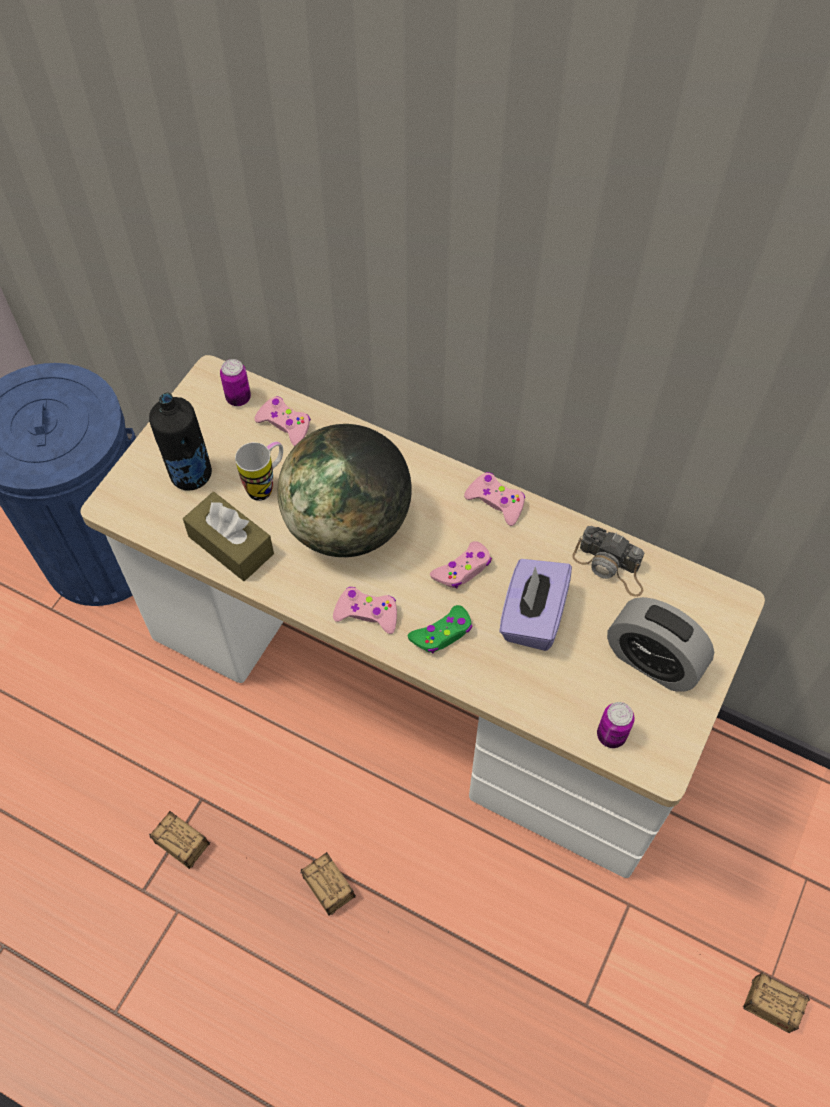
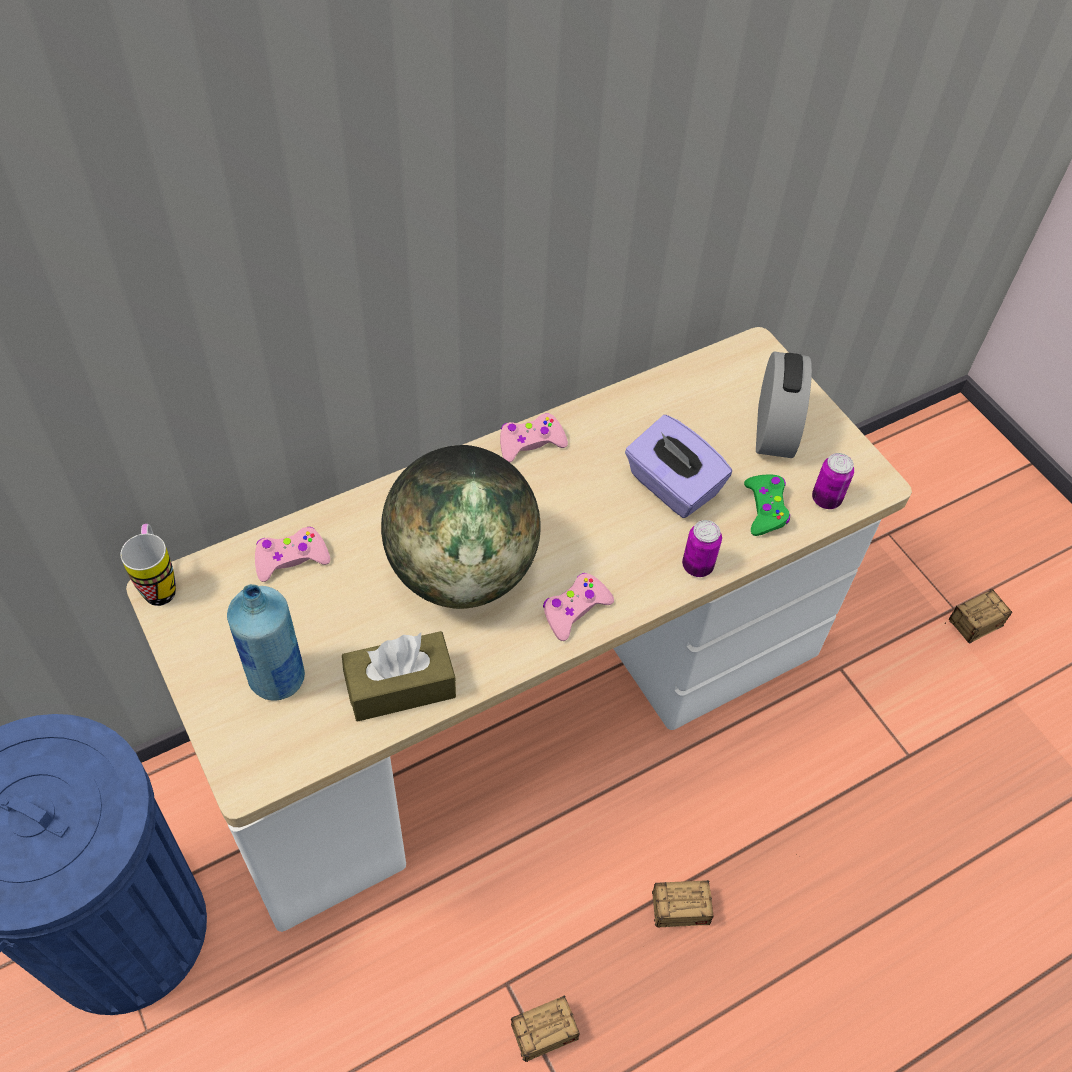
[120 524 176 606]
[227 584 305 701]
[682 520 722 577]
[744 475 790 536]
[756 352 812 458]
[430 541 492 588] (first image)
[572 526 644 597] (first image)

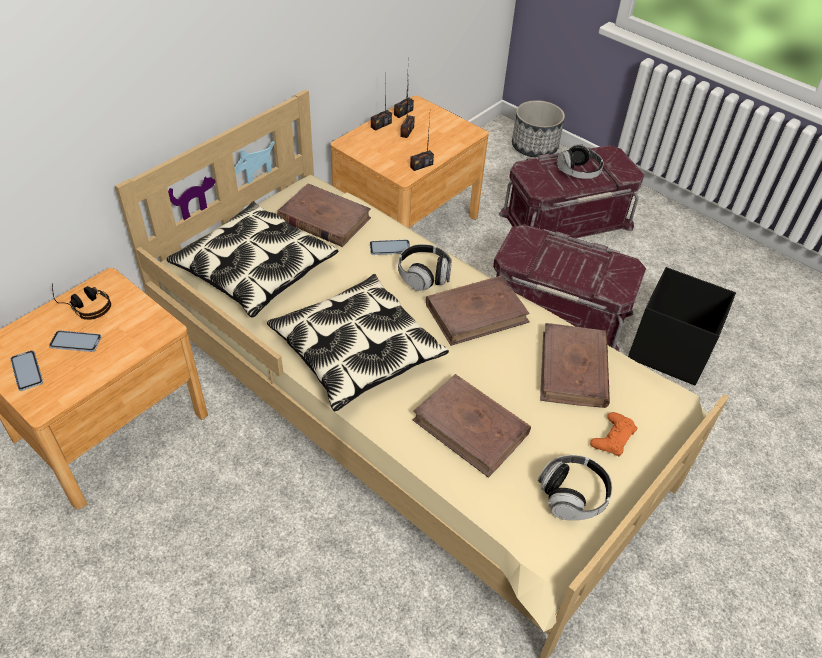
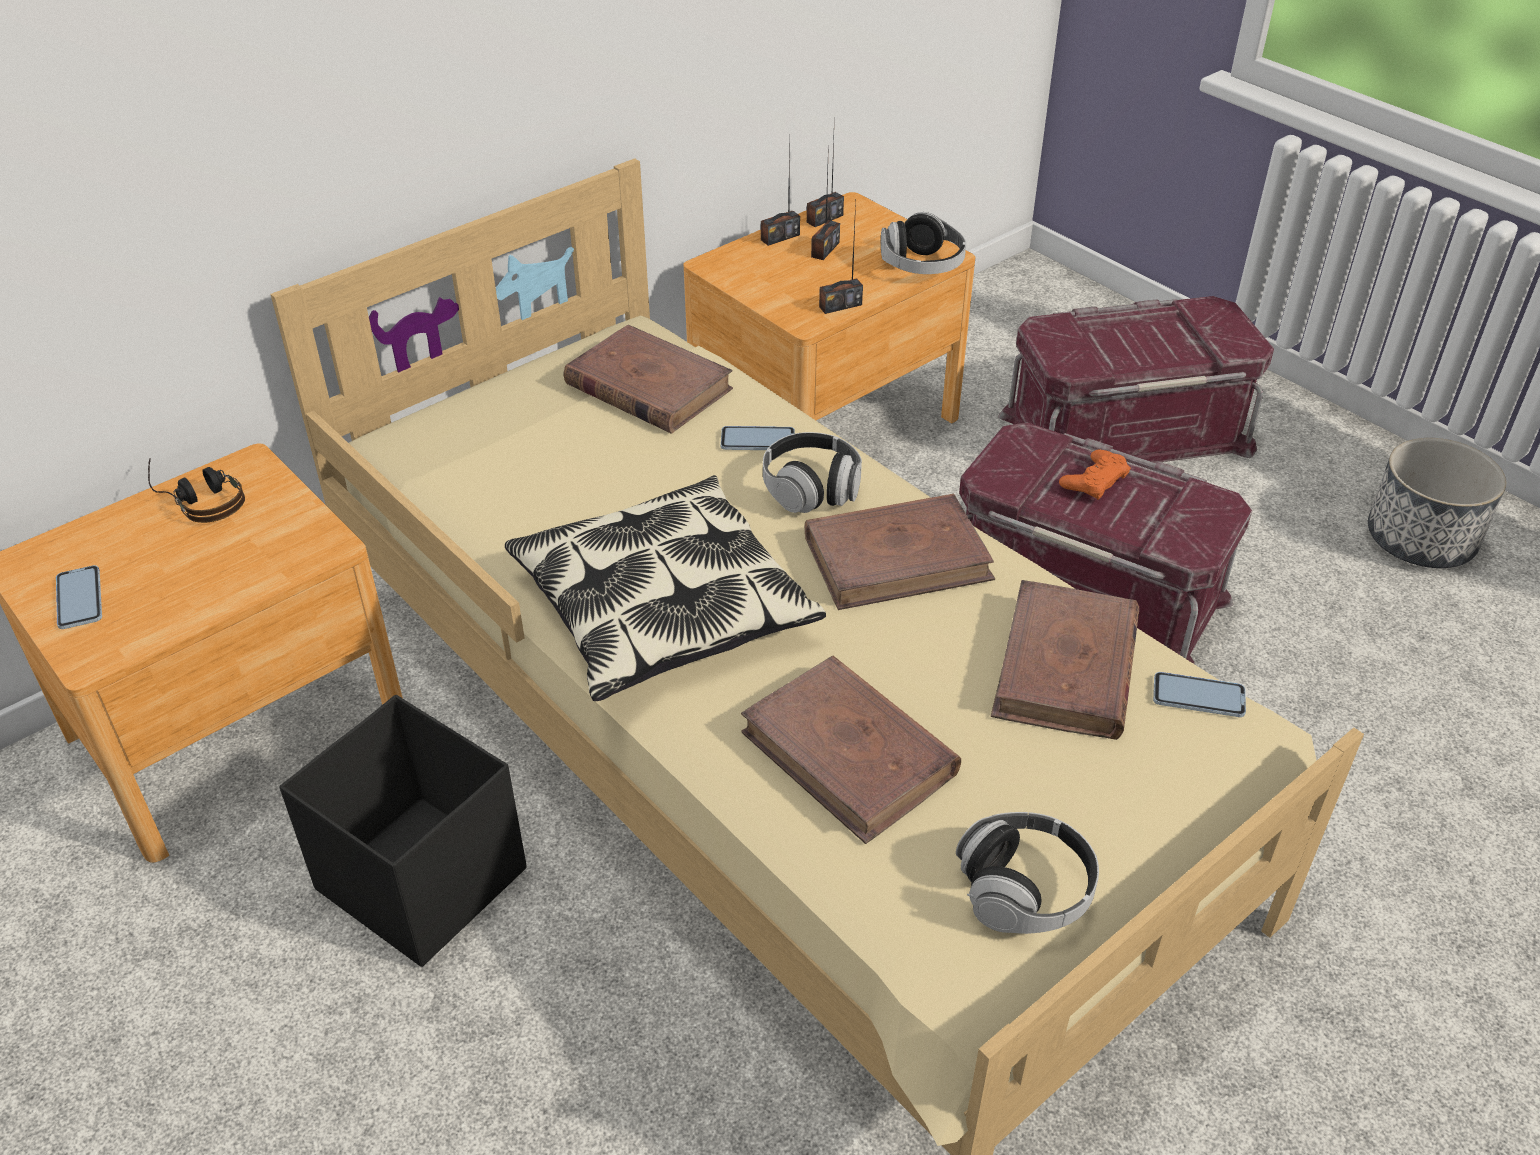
[279 695 526 967]
[881 212 966 274]
[1059 450 1131 500]
[1153 672 1246 717]
[1368 438 1506 568]
[167 201 339 318] (first image)

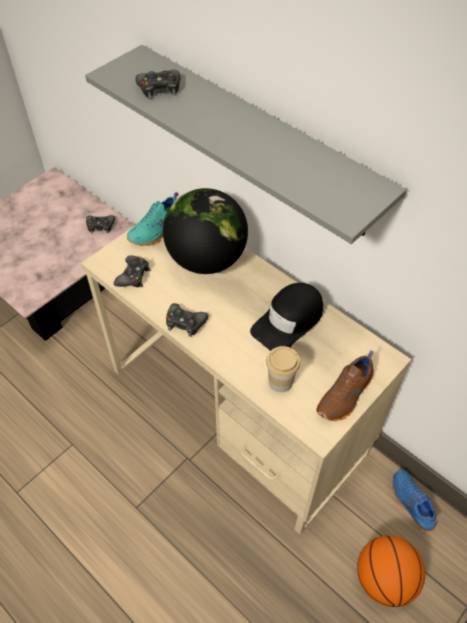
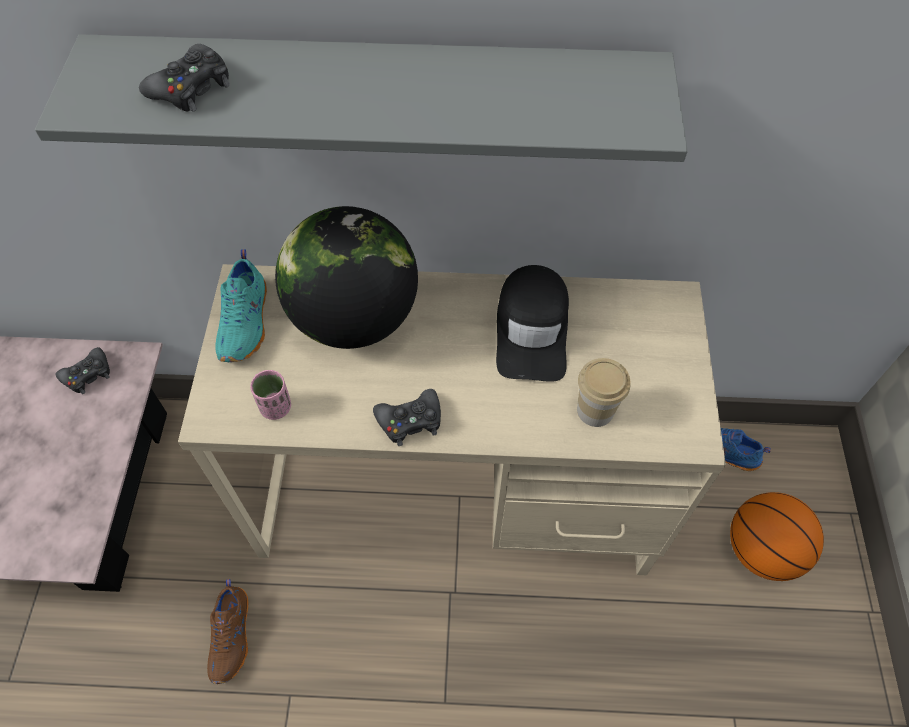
[207 579 249 684]
[250 370 291 420]

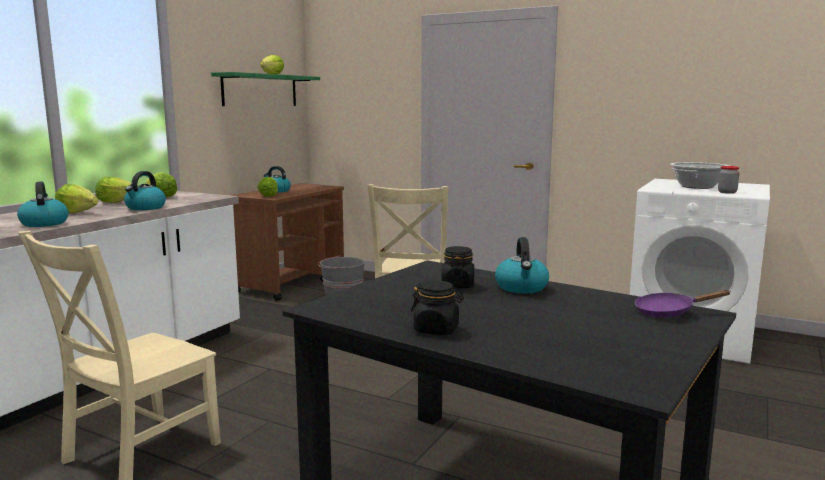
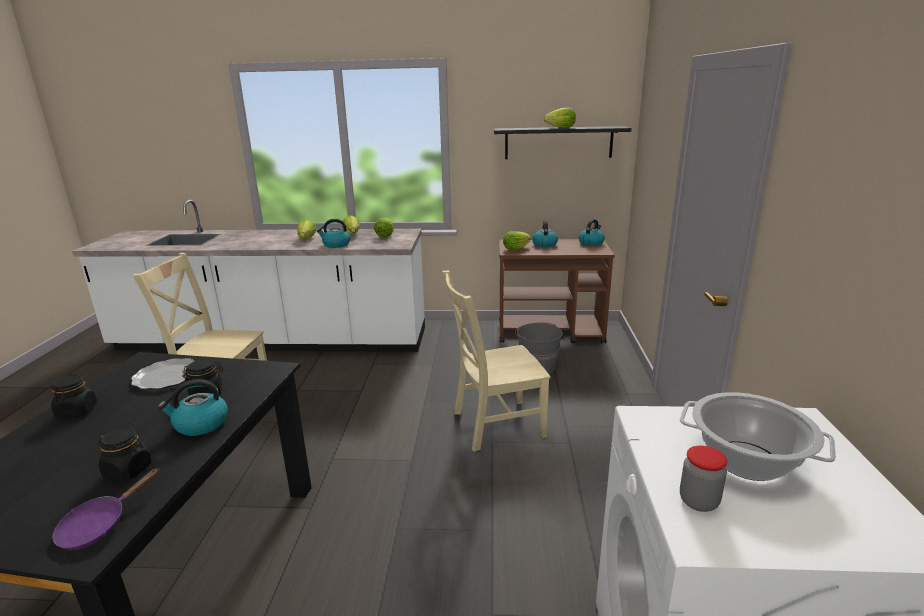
[52 468 159 550]
[99 427 152 482]
[131 358 194 390]
[494 126 632 159]
[579 219 605 246]

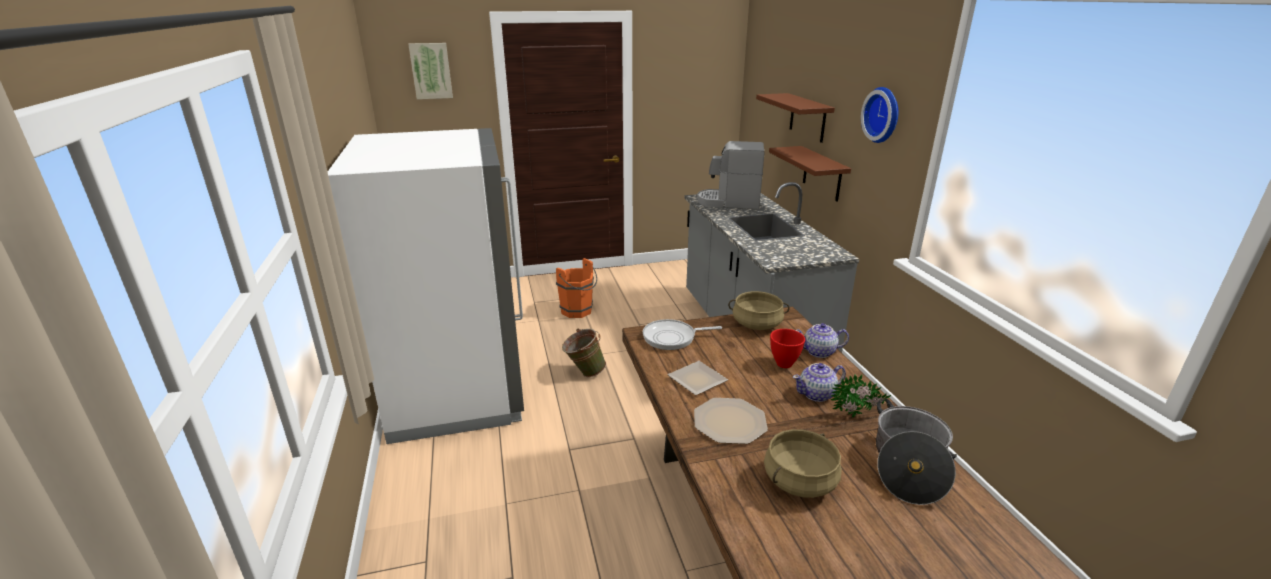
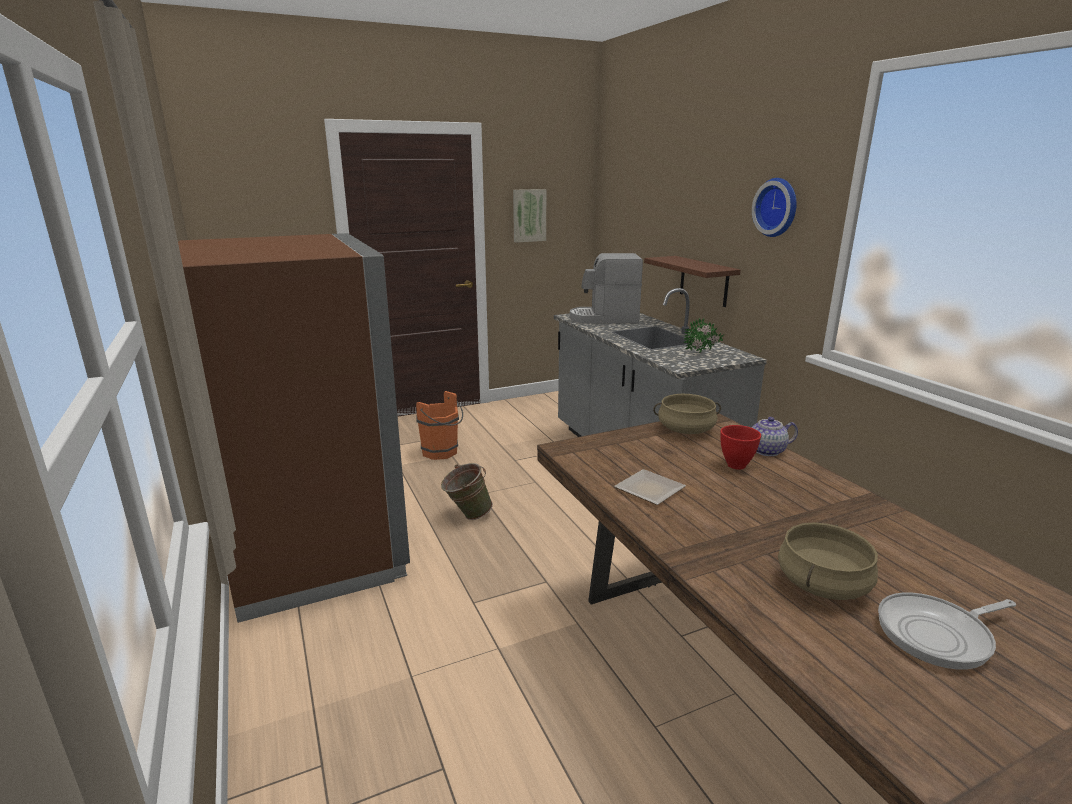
[178 233 410 623]
[513 189 546 243]
[683 318 724 353]
[878 592 1016 670]
[694 398 768 444] (first image)
[756 93 835 143] (first image)
[793 363 846 402] (first image)
[876 399 957 505] (first image)

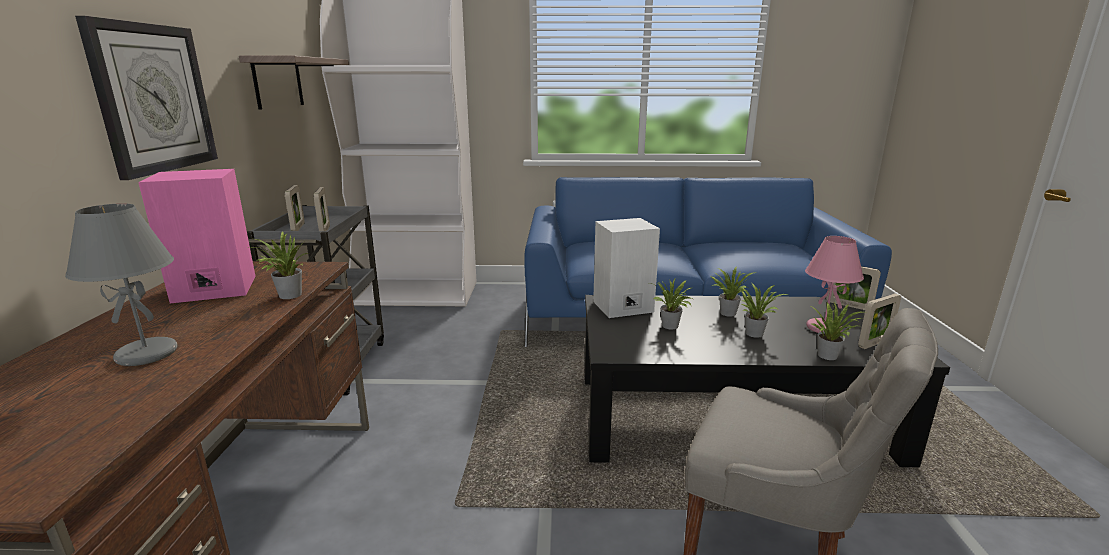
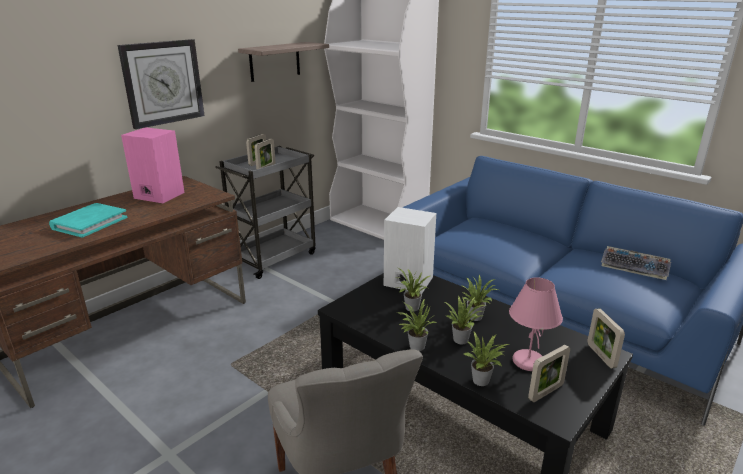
[49 203 128 238]
[399 298 436 351]
[528 345 570 402]
[601 246 671 280]

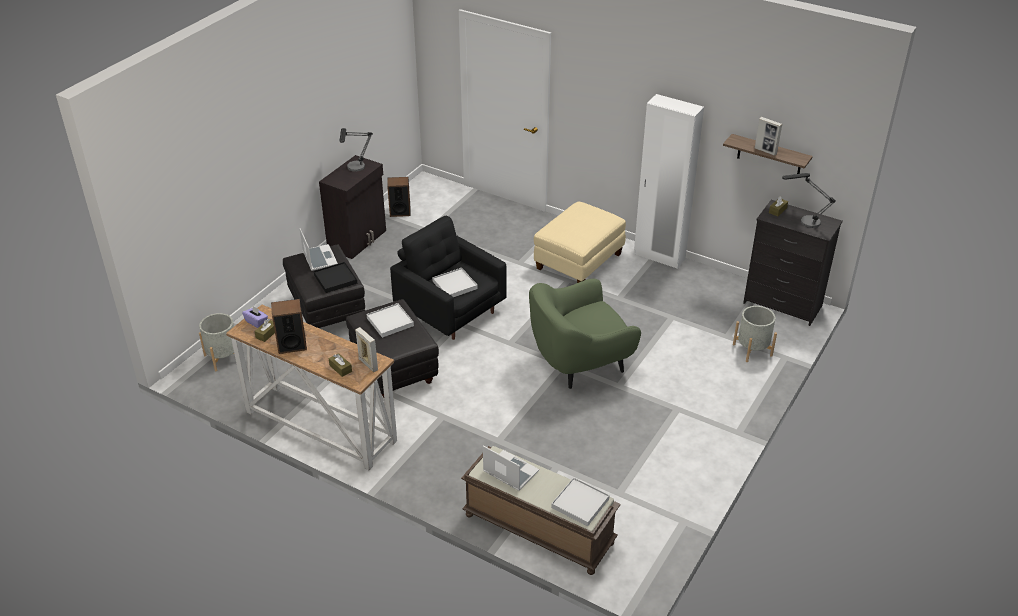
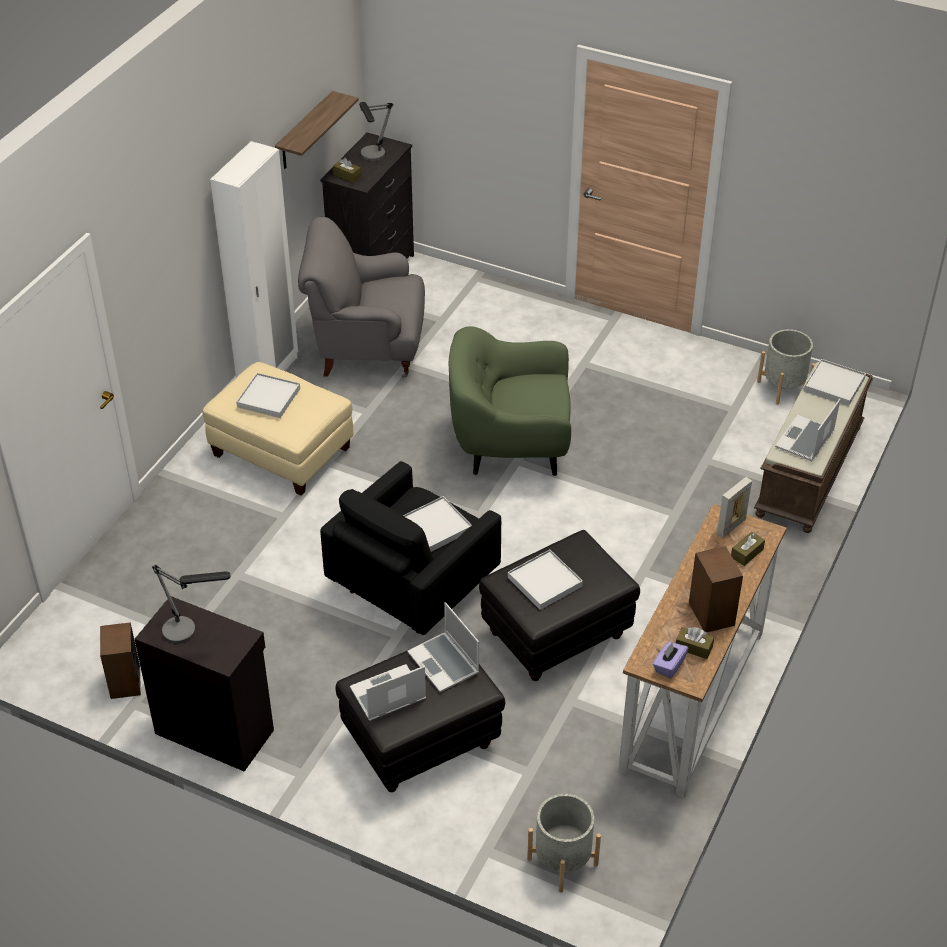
[236 373 300 418]
[298 217 425 378]
[407 602 479 692]
[449 326 571 476]
[757 329 815 405]
[755 117 782 156] (first image)

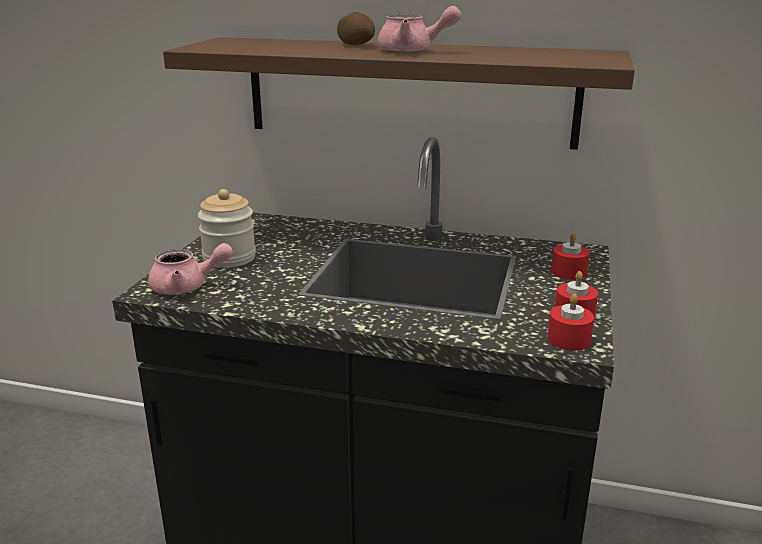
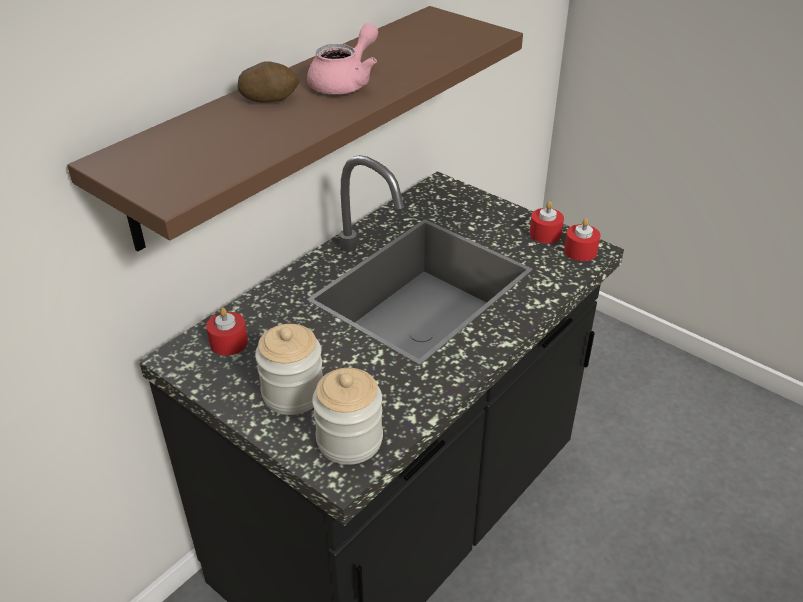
[206 308 248 355]
[312 368 383 465]

